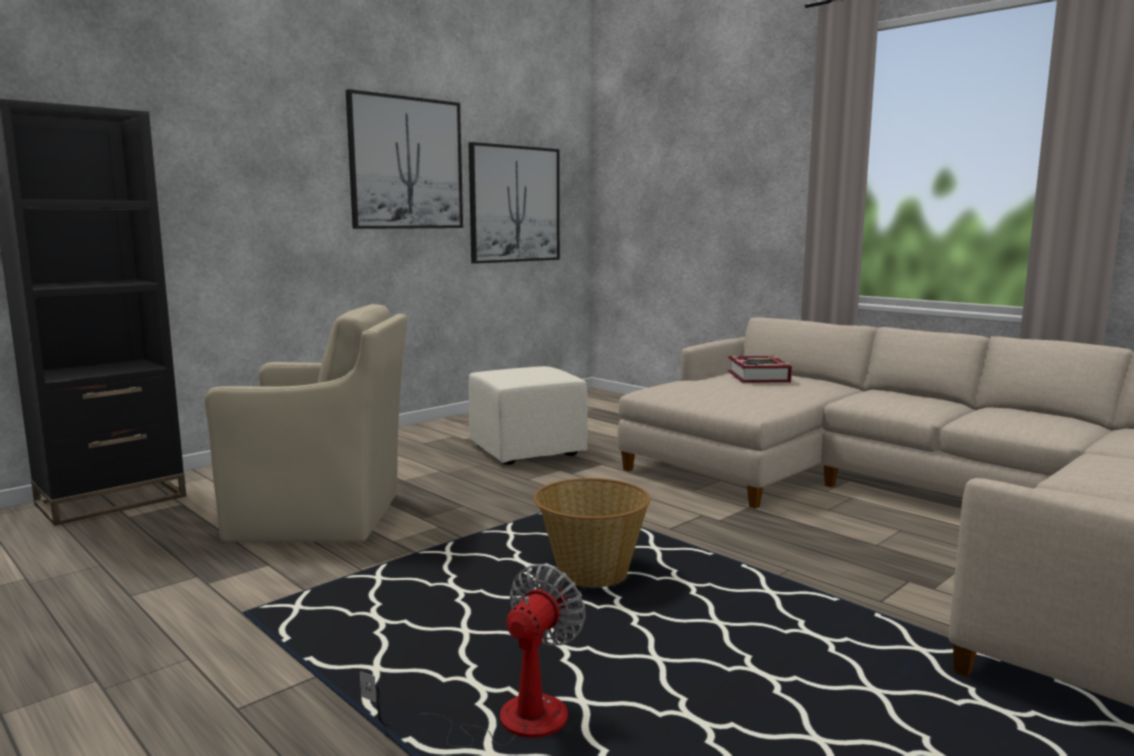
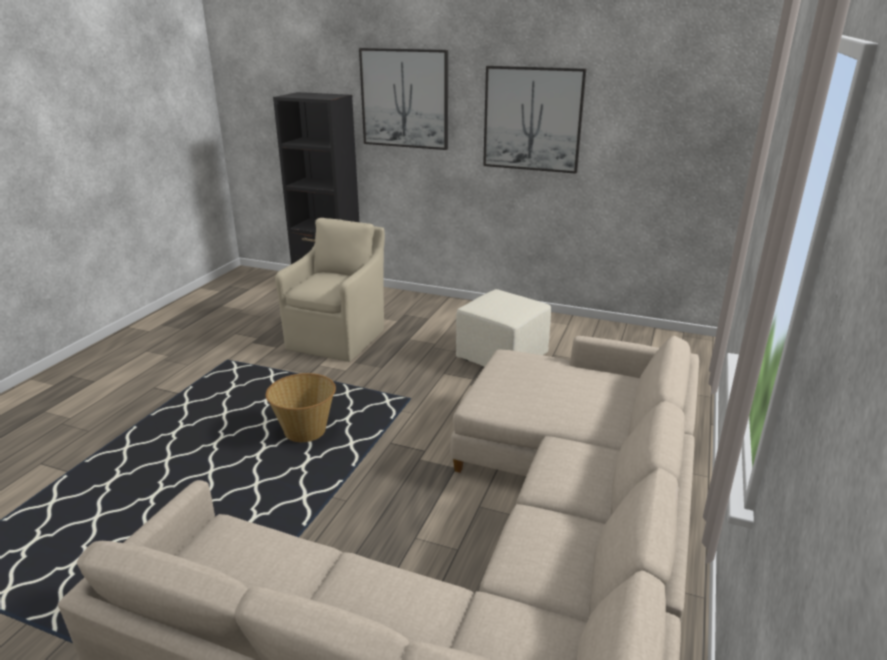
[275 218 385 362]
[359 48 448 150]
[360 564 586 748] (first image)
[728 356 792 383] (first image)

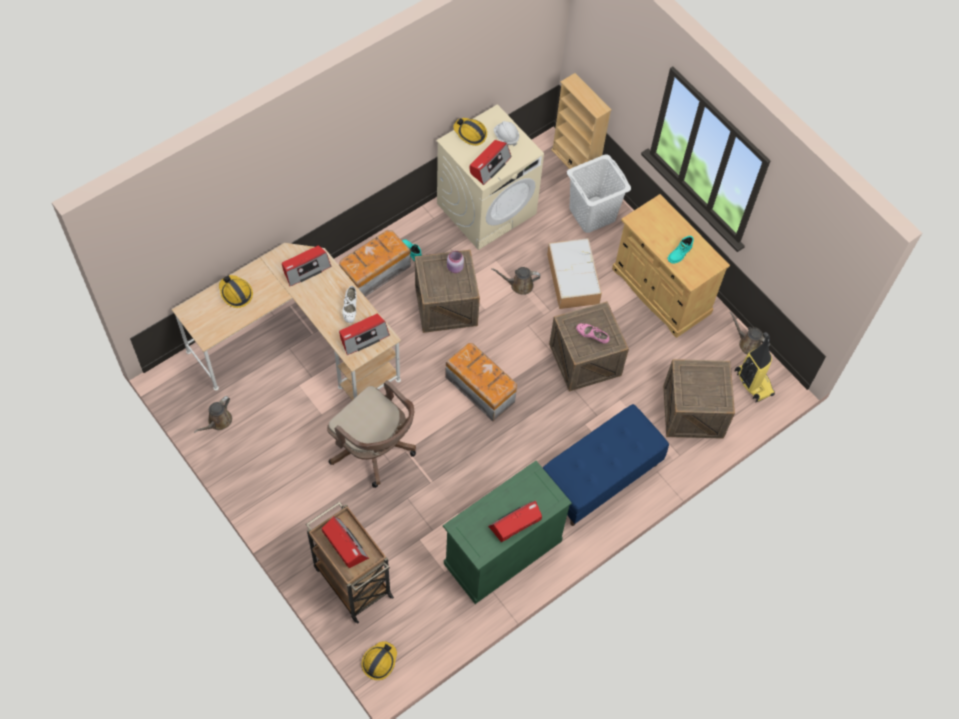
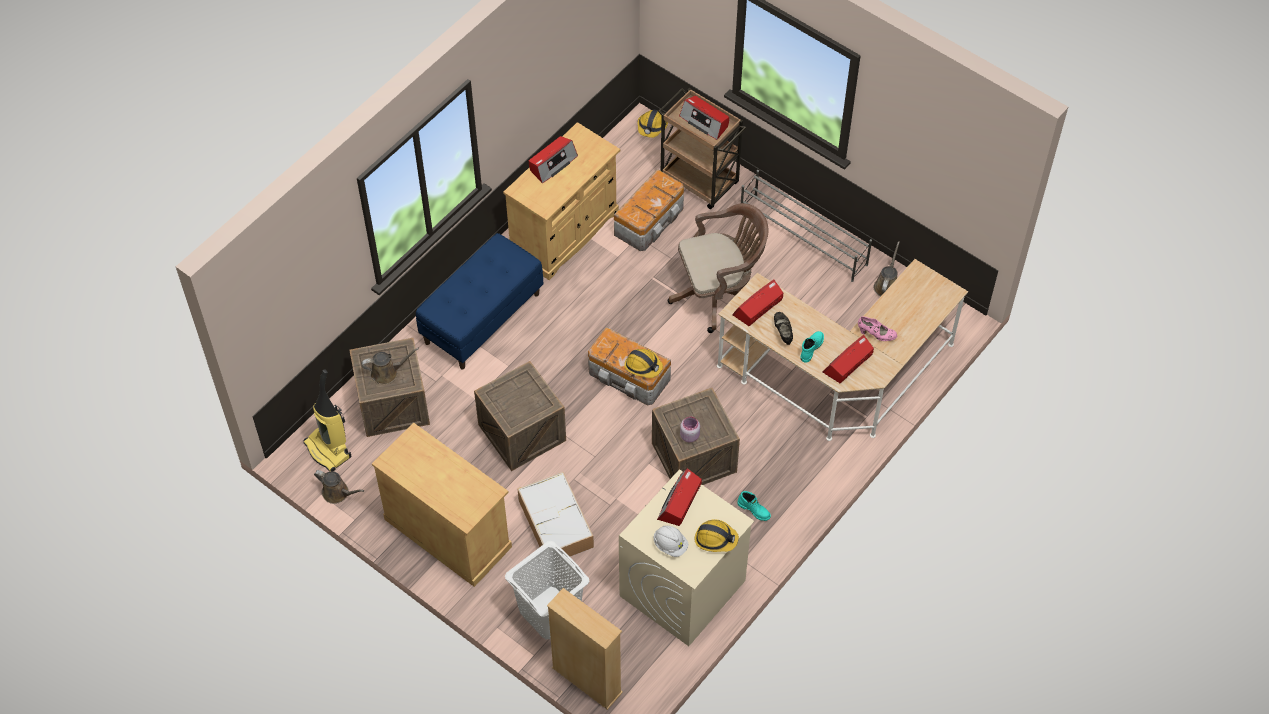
[361 348 419 385]
[503 122 620 280]
[614 169 684 251]
[624 349 663 378]
[668 203 768 333]
[741 170 872 282]
[774 312 793 345]
[800 331 824 363]
[858 316 897 341]

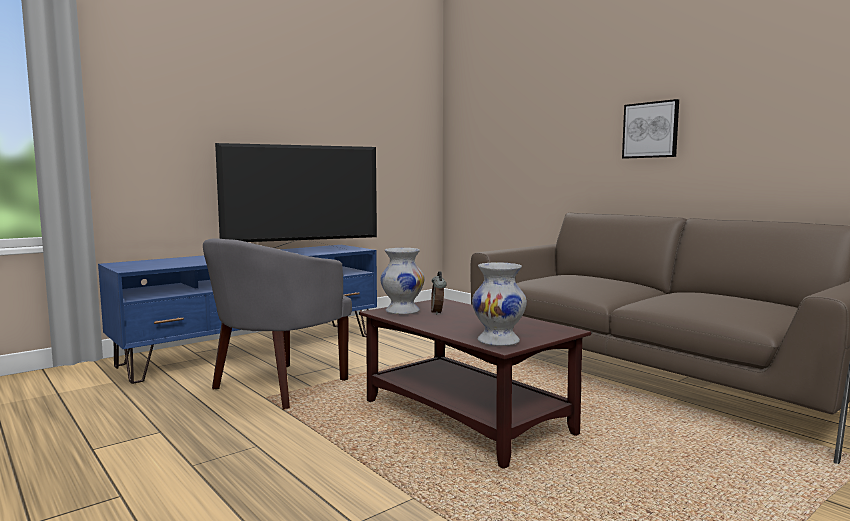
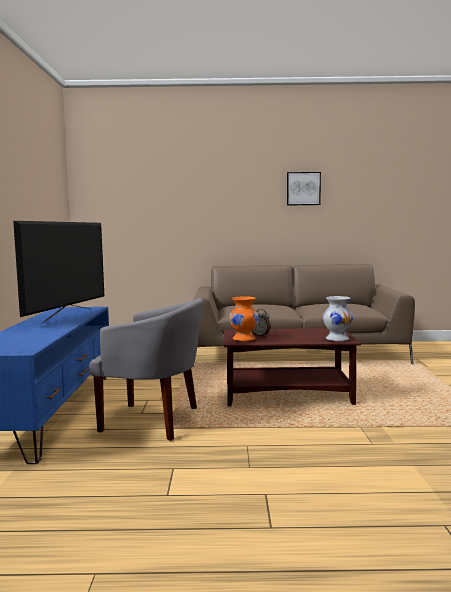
[89 298 203 441]
[229 296 259 341]
[287 172 321 205]

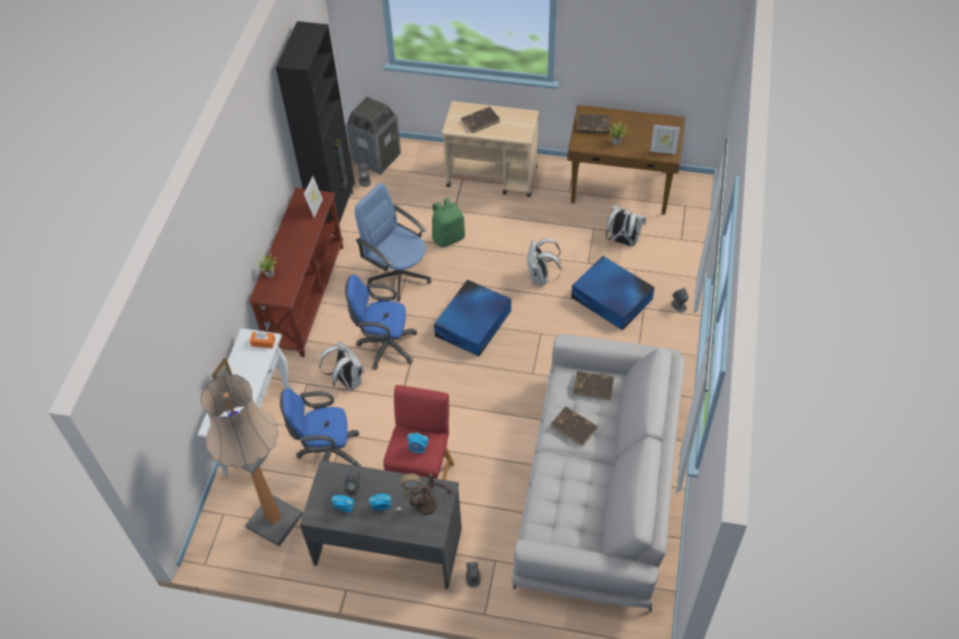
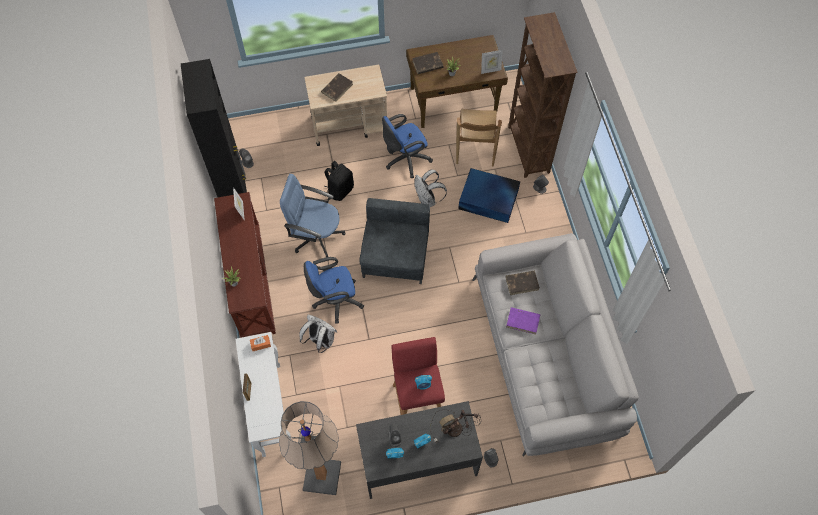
[324 161 354 201]
[359 198 430 284]
[382 114 433 178]
[456 109 502 166]
[506 307 540 334]
[508 12 578 178]
[346 96 401 175] (first image)

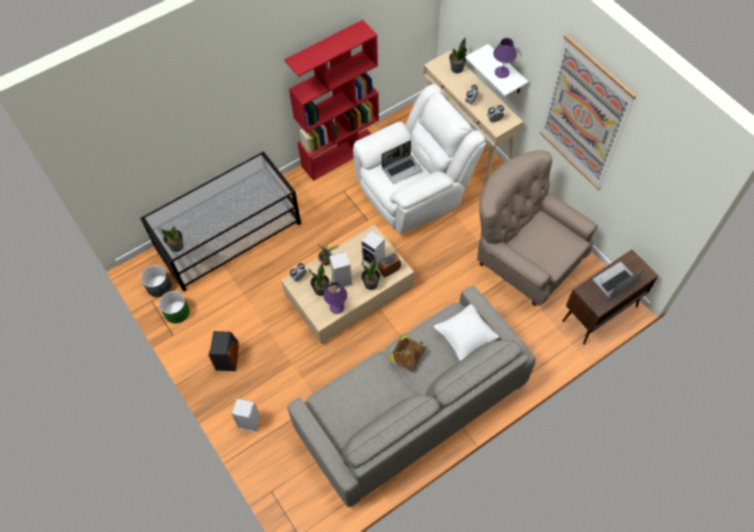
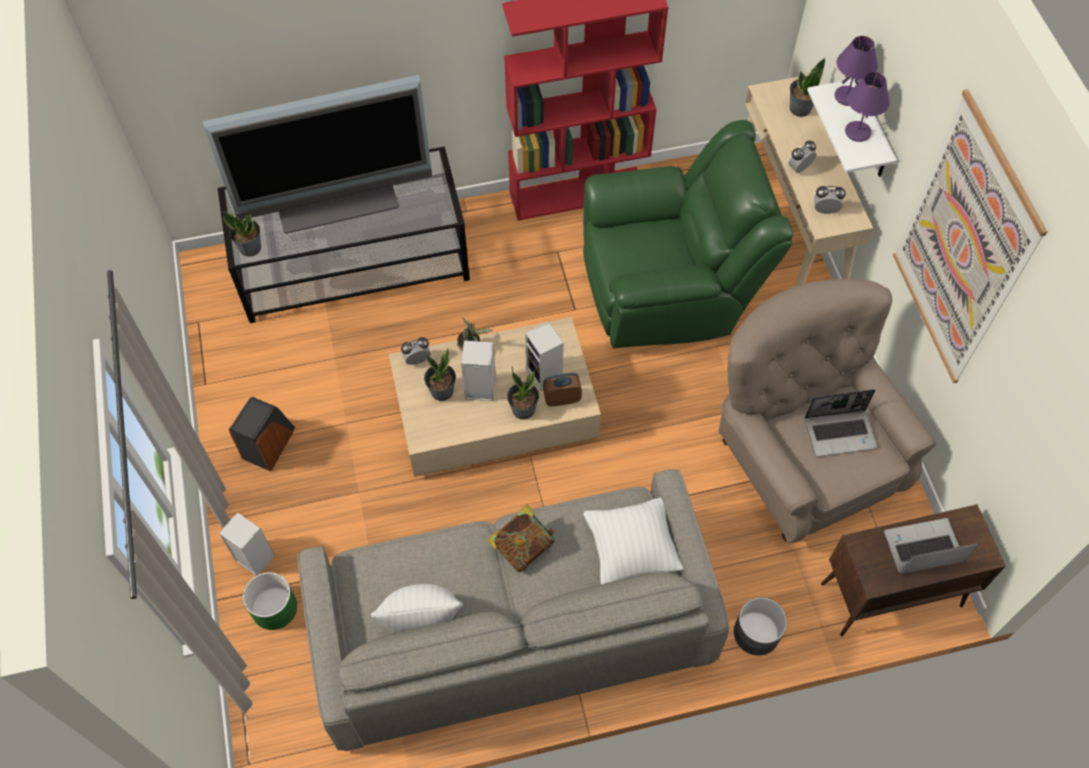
[203 75 432 234]
[243 572 297 630]
[371 584 463 633]
[583 120 793 348]
[734 597 787 656]
[805 389 878 457]
[835 36 878 106]

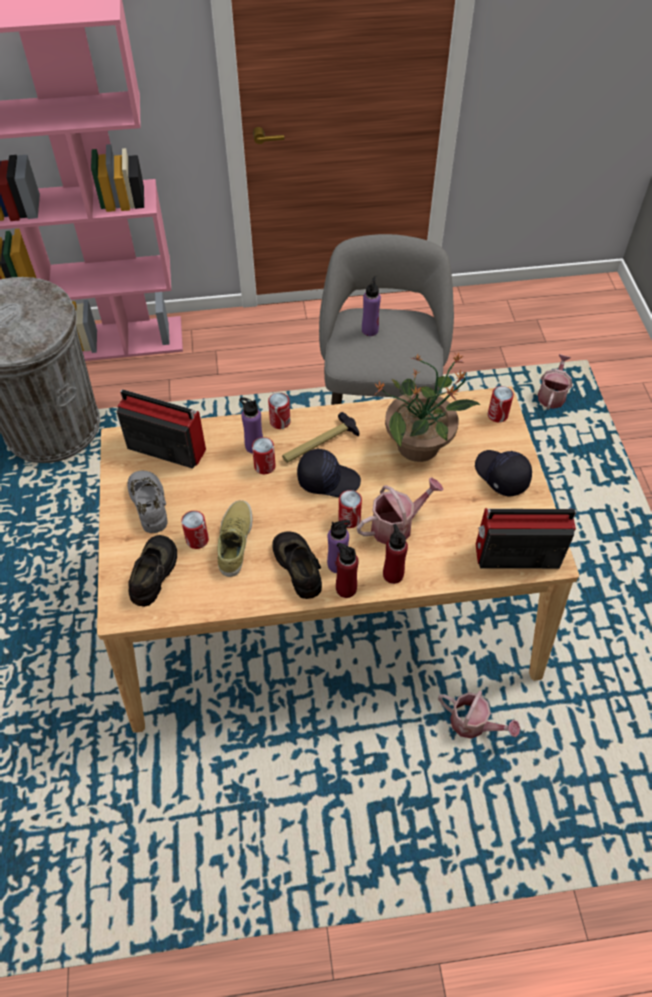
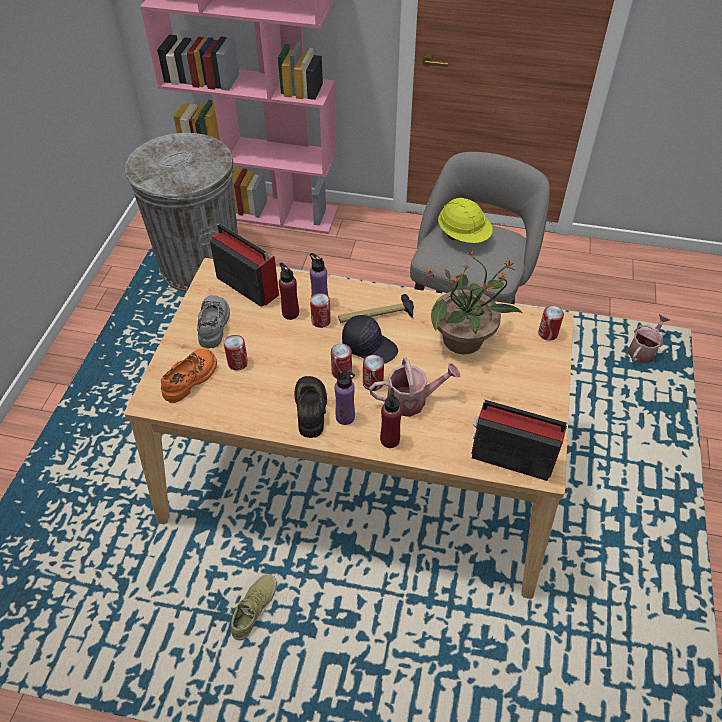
[161 349 217 403]
[231 574 277 640]
[279 263 299 320]
[331 344 352 378]
[438 198 493 243]
[438 691 520 739] (first image)
[475 450 532 497] (first image)

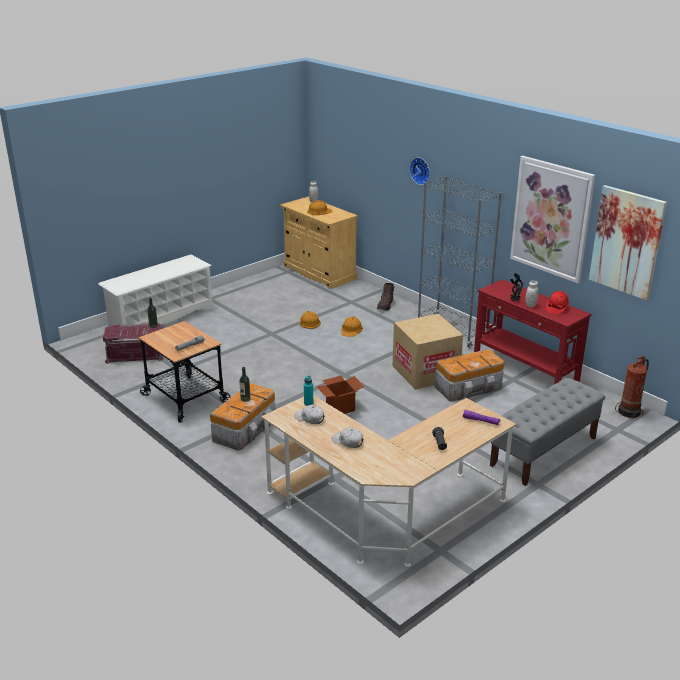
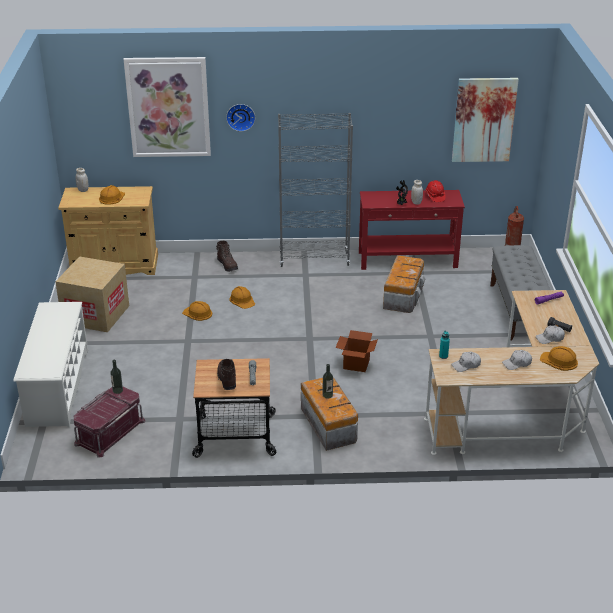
[55 256 129 332]
[123 57 211 157]
[217 359 236 390]
[536 325 565 344]
[540 346 578 371]

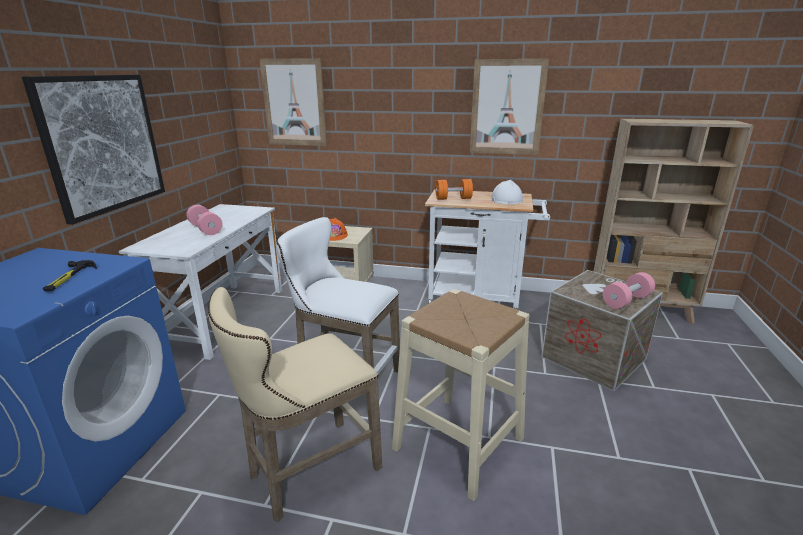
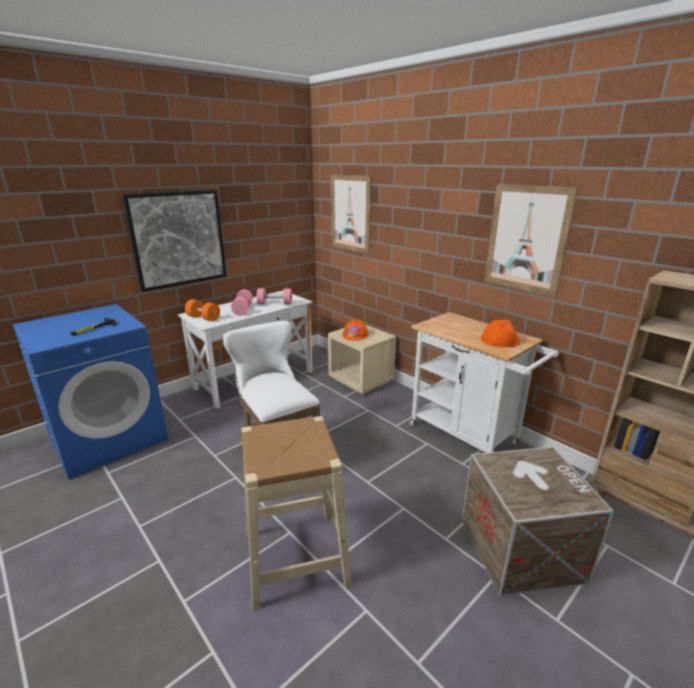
[185 299 220 321]
[257 288 292 304]
[481 320 521 348]
[208 287 382 522] (first image)

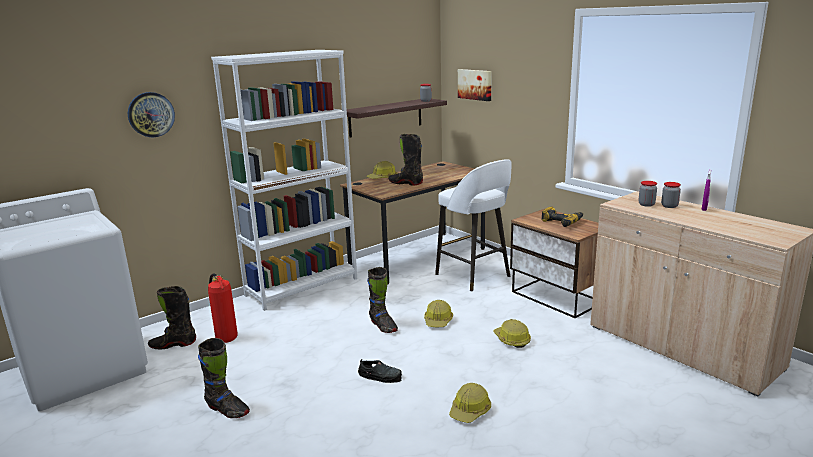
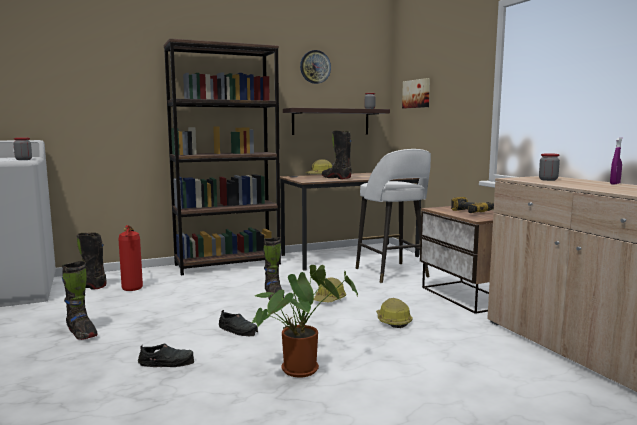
[13 138 32 160]
[138 344 194 367]
[164 38 281 275]
[251 265 358 378]
[300 50 331 84]

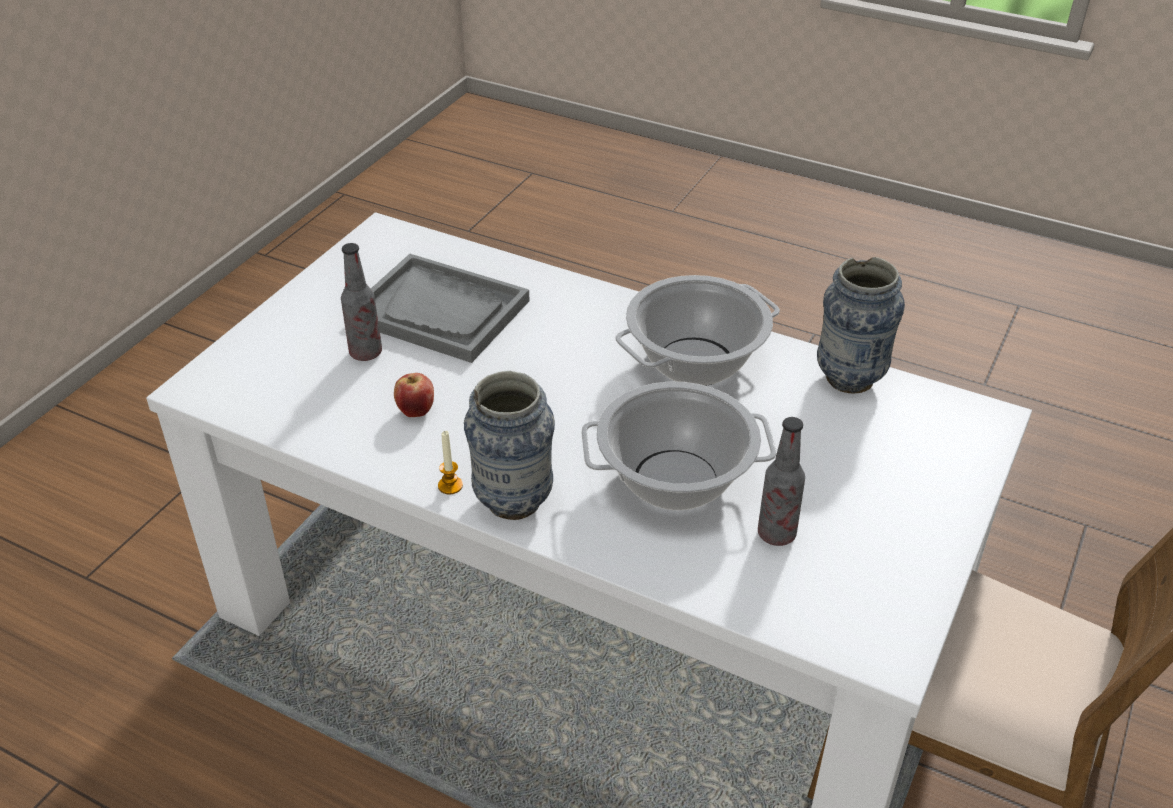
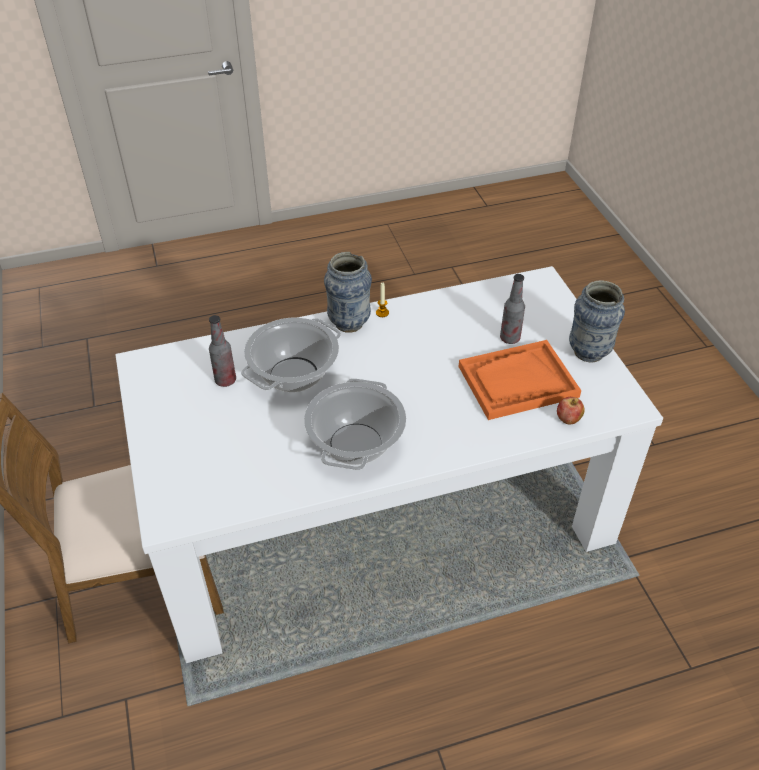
[459 340 581 420]
[557 397 585 424]
[569 280 625 363]

